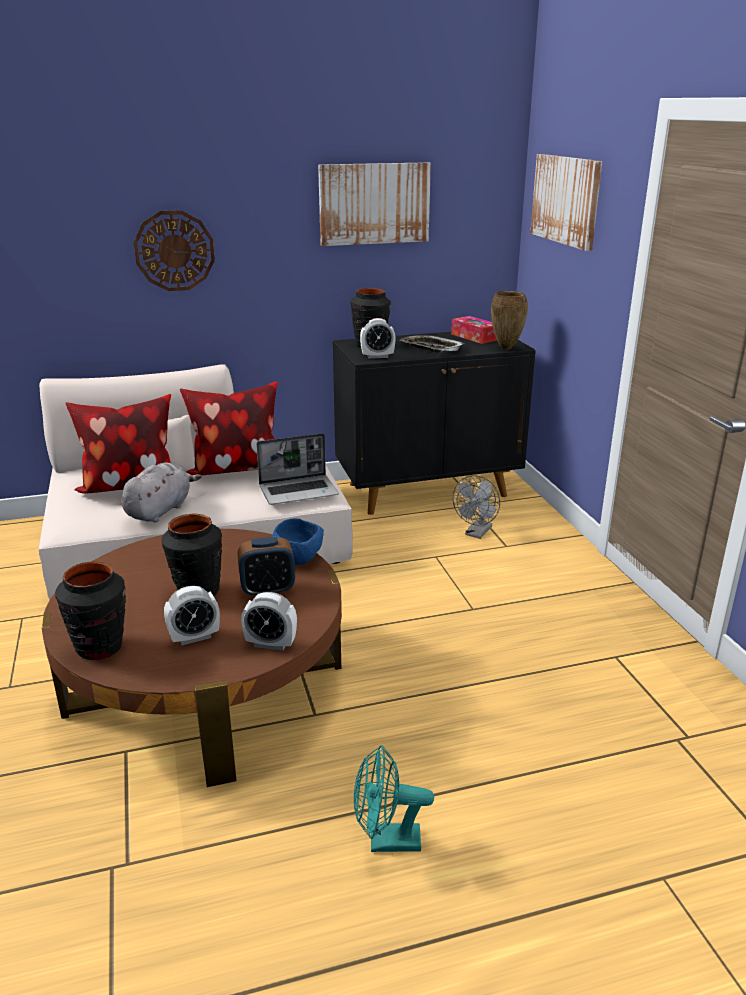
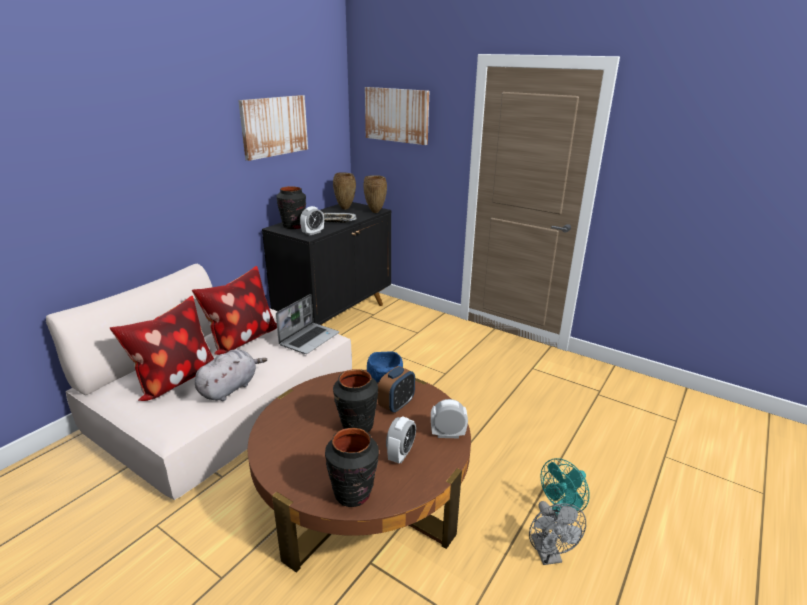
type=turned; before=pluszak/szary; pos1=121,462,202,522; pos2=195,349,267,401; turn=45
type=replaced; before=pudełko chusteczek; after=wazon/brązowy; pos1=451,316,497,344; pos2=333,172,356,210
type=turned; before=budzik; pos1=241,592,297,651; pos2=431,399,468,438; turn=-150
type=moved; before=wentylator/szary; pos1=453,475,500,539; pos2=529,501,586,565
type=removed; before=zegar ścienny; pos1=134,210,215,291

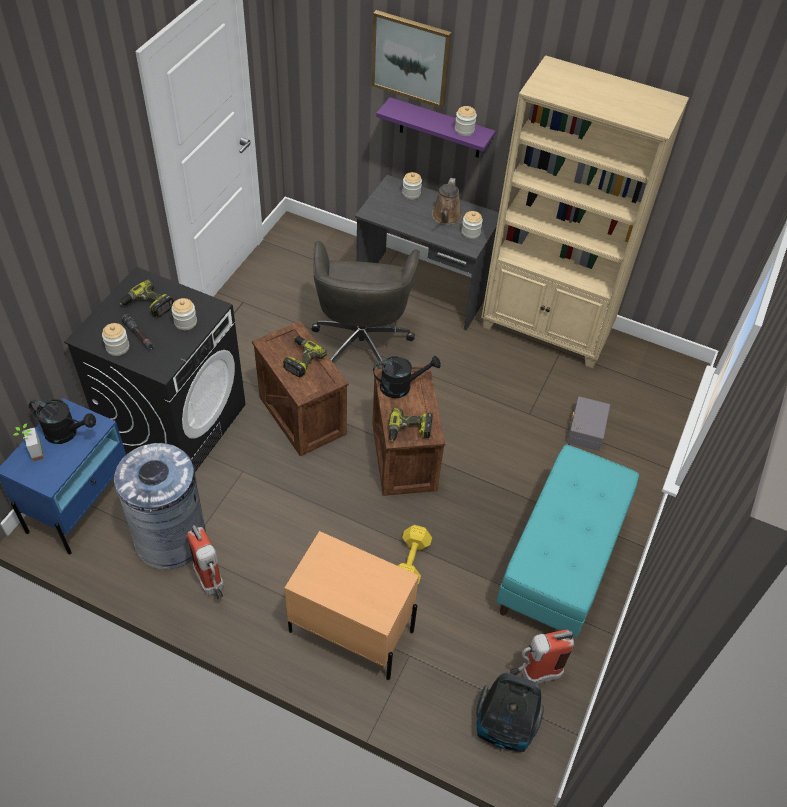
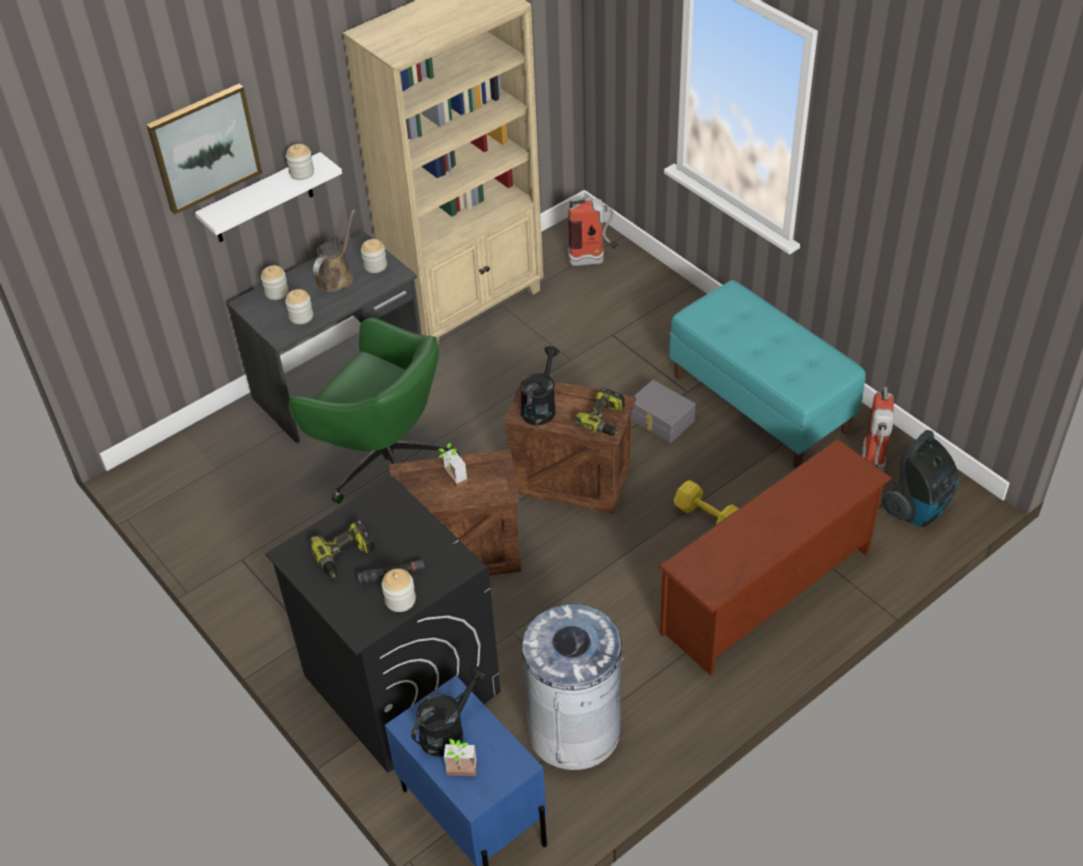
type=recoloured; before=półka/fioletowy; after=półka/biały; pos1=376,97,496,158; pos2=195,152,342,242
type=moved; before=słoik; pos1=171,298,197,330; pos2=285,289,313,324
type=recoloured; before=krzesło biurowe/szary; after=krzesło biurowe/zielony; pos1=311,241,420,366; pos2=289,317,460,504
type=turned; before=konewka/brązowy; pos1=432,178,462,225; pos2=313,209,355,292; turn=-105
type=replaced; before=wiertarka; after=roślina doniczkowa; pos1=283,336,327,378; pos2=438,443,467,488
type=moved; before=gaśnica; pos1=187,525,224,599; pos2=568,196,618,266
type=moved; before=pojemnik do przechowywania/szary; pos1=567,396,610,451; pos2=631,380,696,443
type=replaced; before=szafka nocna/beżowy; after=regał na buty/brązowy; pos1=285,531,419,680; pos2=658,439,892,676

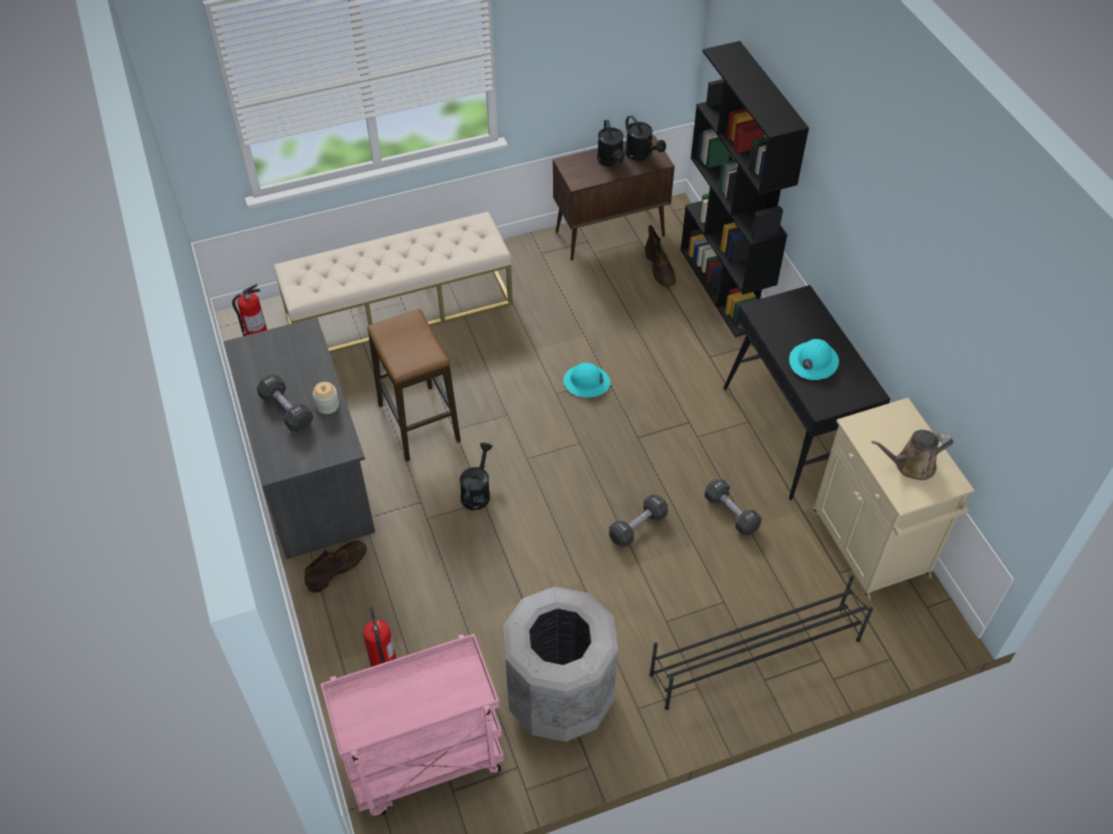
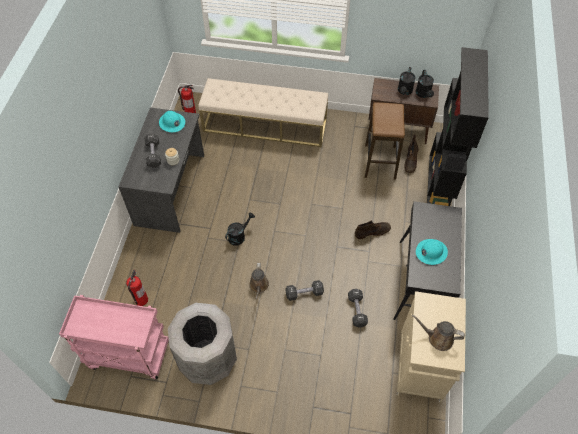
type=moved; before=kask/turkusowy; pos1=563,363,610,397; pos2=159,111,185,132
type=added; after=konewka/brązowy; pos2=249,263,269,299
type=moved; before=but z cholewką/brązowy; pos1=304,540,367,593; pos2=355,220,391,239
type=moved; before=stołek; pos1=367,309,461,462; pos2=365,103,405,180
type=removed; before=regał na buty/czarny; pos1=649,576,873,710

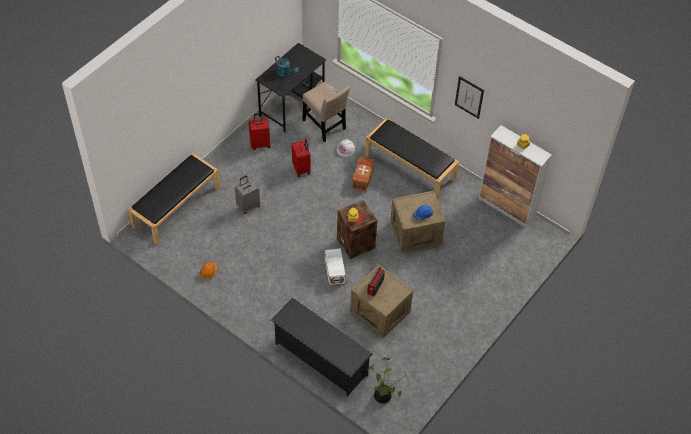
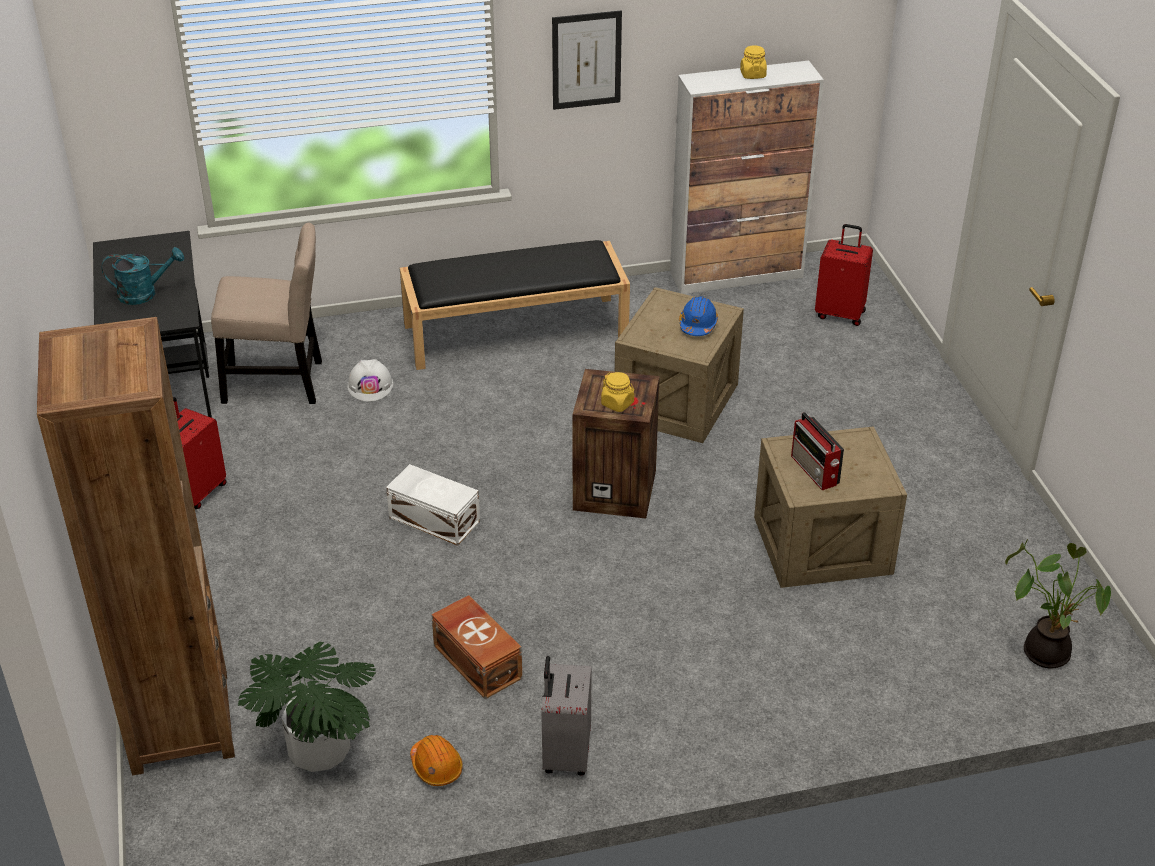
type=replaced; before=ławka/czarny; after=regał/brązowy; pos1=128,153,220,245; pos2=37,317,235,776
type=added; after=roślina doniczkowa; pos2=238,642,376,772
type=moved; before=pojemnik do przechowywania/biały; pos1=325,248,345,285; pos2=386,464,480,546
type=moved; before=pojemnik do przechowywania/brązowy; pos1=352,157,374,192; pos2=431,595,522,699
type=moved; before=walizka/szary; pos1=235,176,260,214; pos2=541,656,592,775
type=moved; before=walizka/czerwony; pos1=292,139,310,177; pos2=815,224,873,326
type=removed; before=regał na buty/czarny; pos1=271,298,372,397

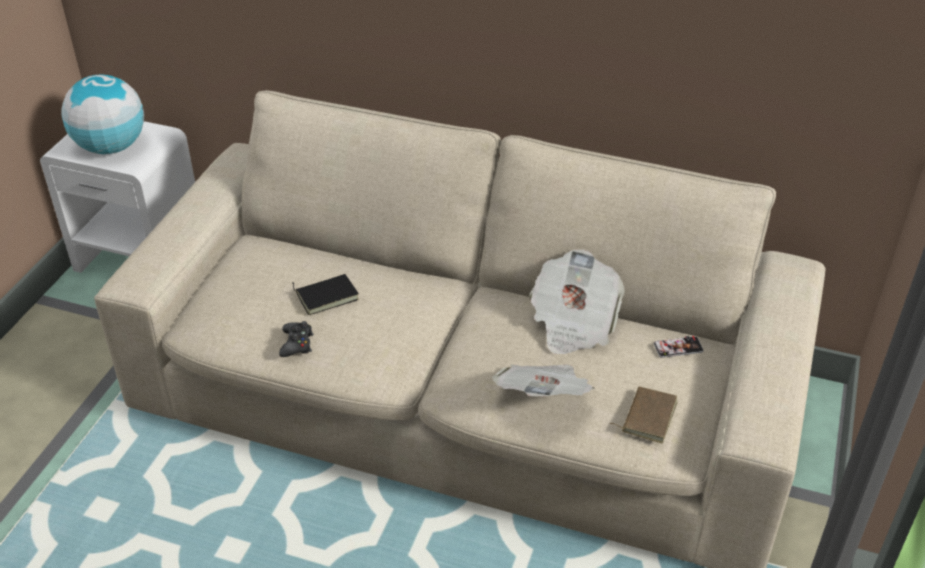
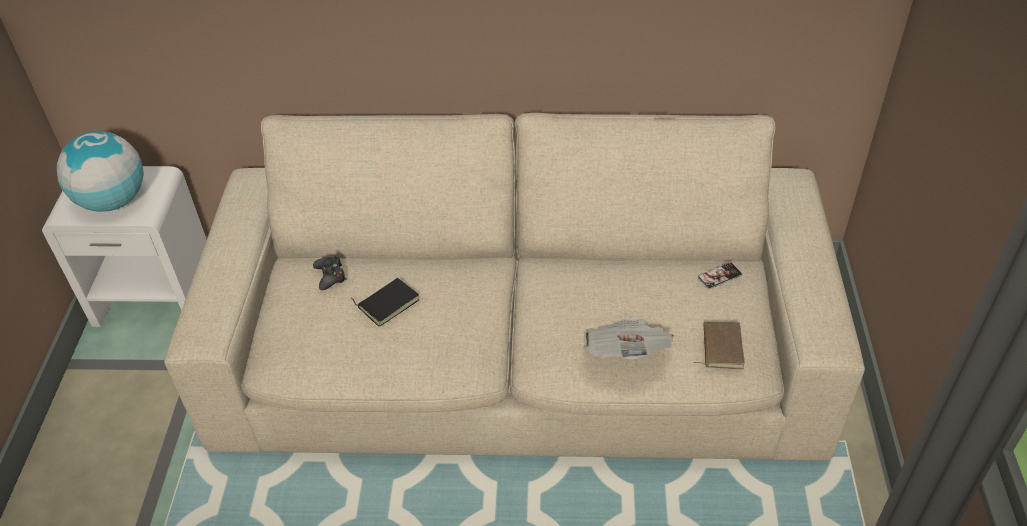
type=moved; before=pad do gier/czarny; pos1=279,321,313,357; pos2=313,255,346,290
type=removed; before=gazeta; pos1=530,249,625,354

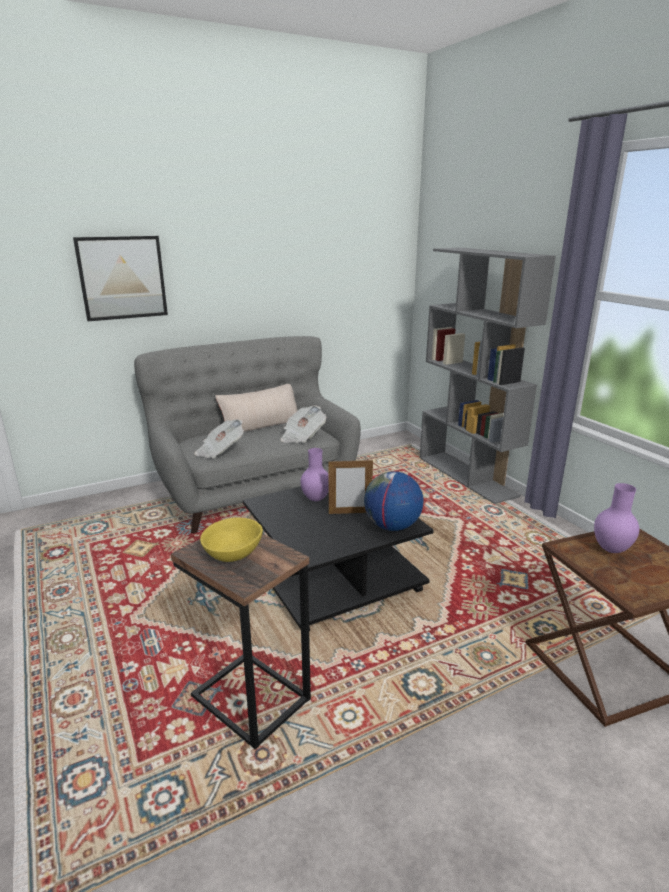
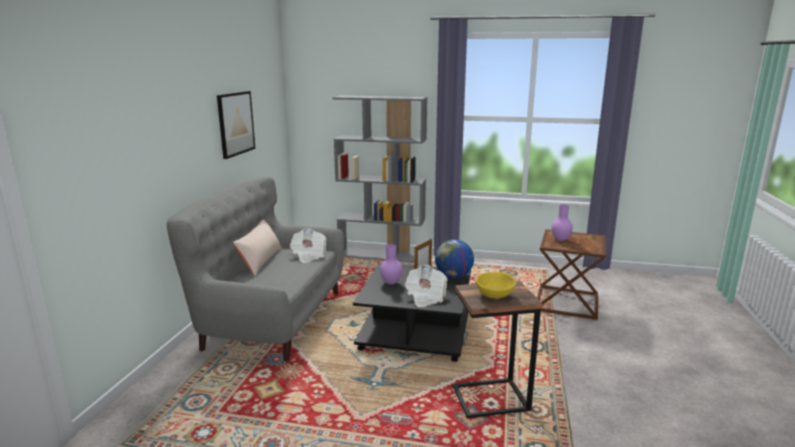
type=moved; before=obraz; pos1=73,236,168,321; pos2=217,91,255,159
type=moved; before=gazeta; pos1=195,419,244,459; pos2=405,265,448,307

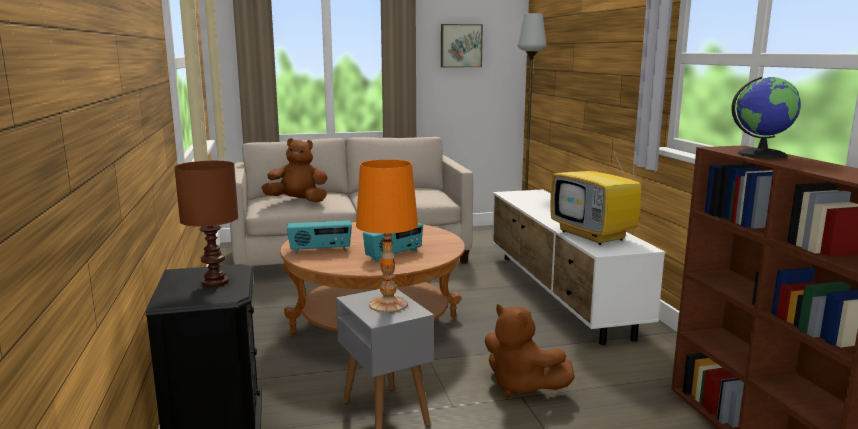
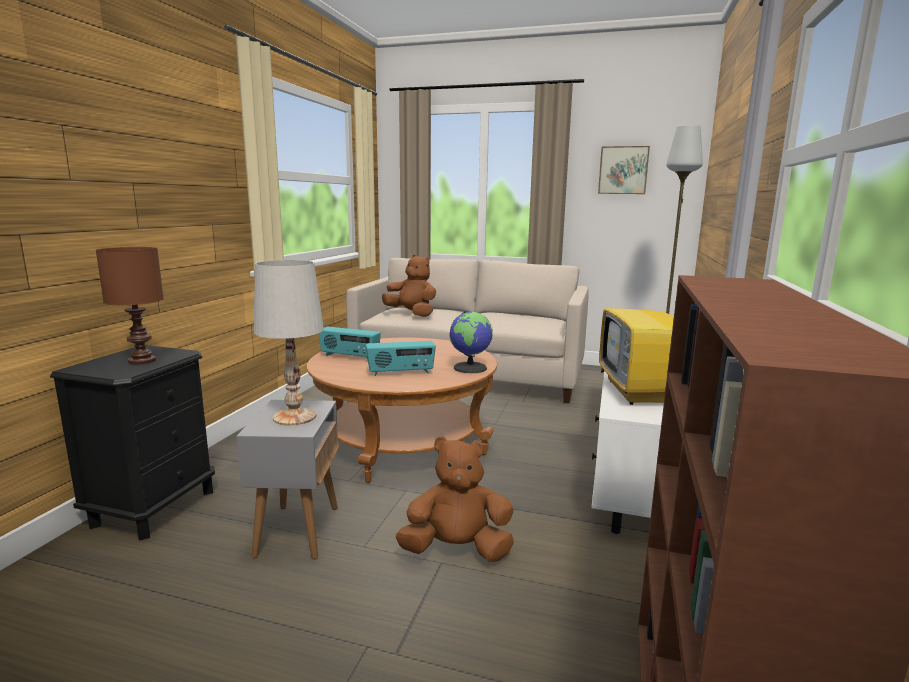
type=recoloured; before=lampa stołowa/pomarańczowy; after=lampa stołowa/biały; pos1=356,159,418,313; pos2=254,260,324,425
type=turned; before=pluszak/brązowy; pos1=485,304,575,397; pos2=395,436,514,562; turn=105
type=moved; before=globus; pos1=731,77,801,158; pos2=449,311,493,373

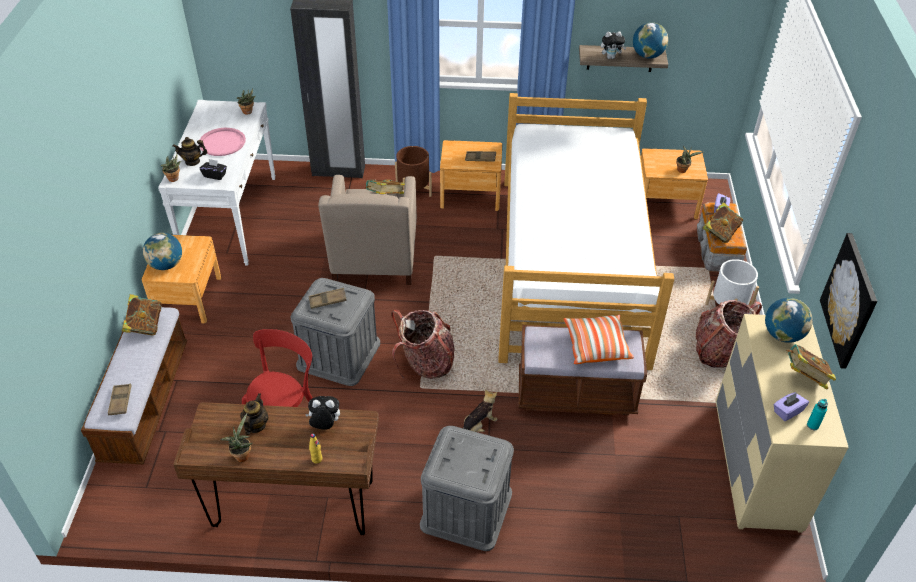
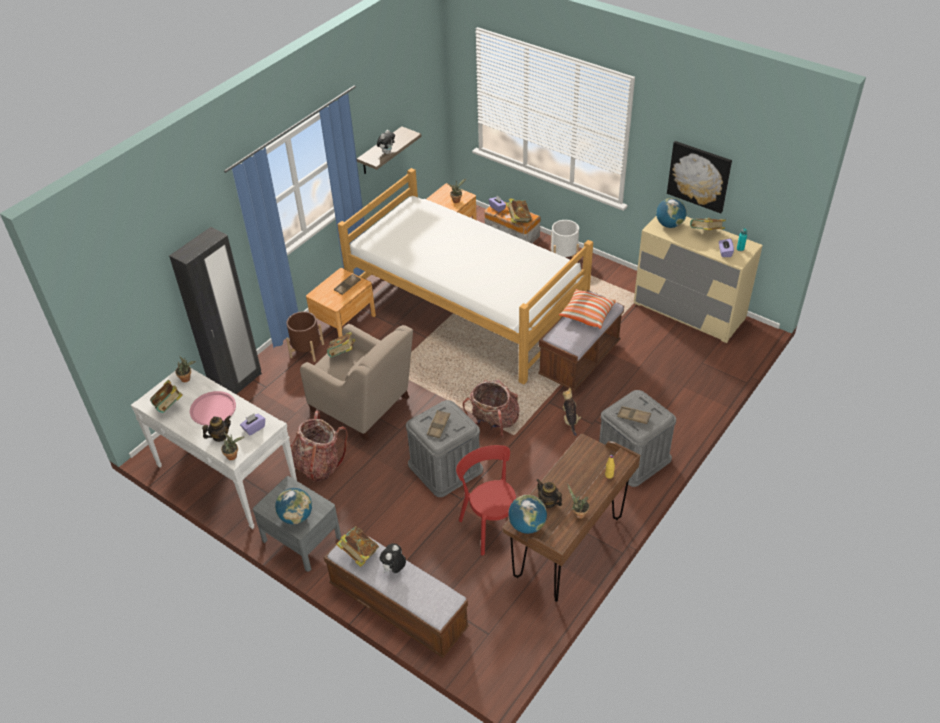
type=added; after=książka; pos2=150,380,183,413
type=turned; before=imbryk; pos1=172,137,208,166; pos2=202,415,231,442; turn=-150
type=recoloured; before=pudełko chusteczek/czarny; after=pudełko chusteczek/fioletowy; pos1=200,159,227,180; pos2=240,414,265,435
type=recoloured; before=szafka nocna/brązowy; after=szafka nocna/szary; pos1=141,235,221,324; pos2=253,476,341,572
type=moved; before=plecak; pos1=696,300,762,368; pos2=290,411,348,482
type=moved; before=pluszak; pos1=305,396,340,429; pos2=380,543,406,573
type=moved; before=globus; pos1=633,22,668,59; pos2=508,495,547,534
type=moved; before=taca/brązowy; pos1=108,384,132,416; pos2=617,406,651,424

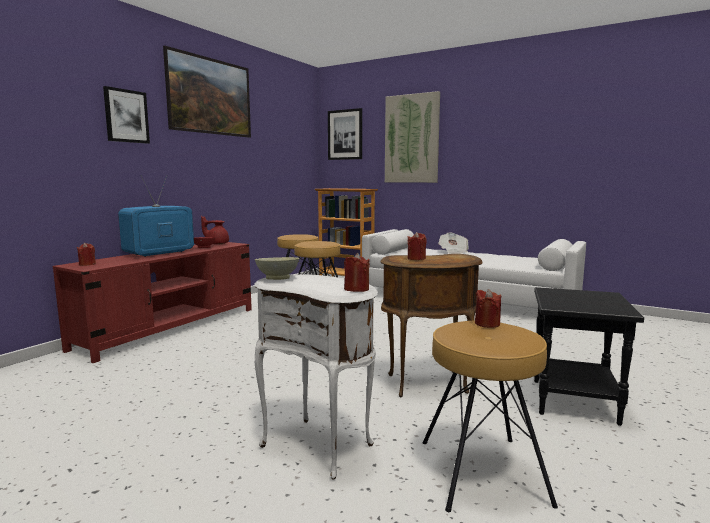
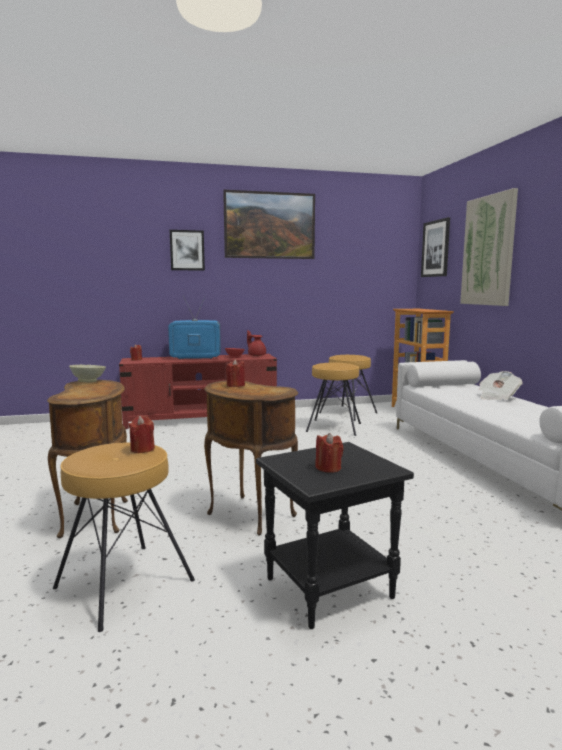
type=recoloured; before=stolik/biały; after=stolik/brązowy; pos1=254,274,378,480; pos2=47,380,128,538
type=moved; before=świeca/czerwony; pos1=344,253,370,292; pos2=315,433,344,473

